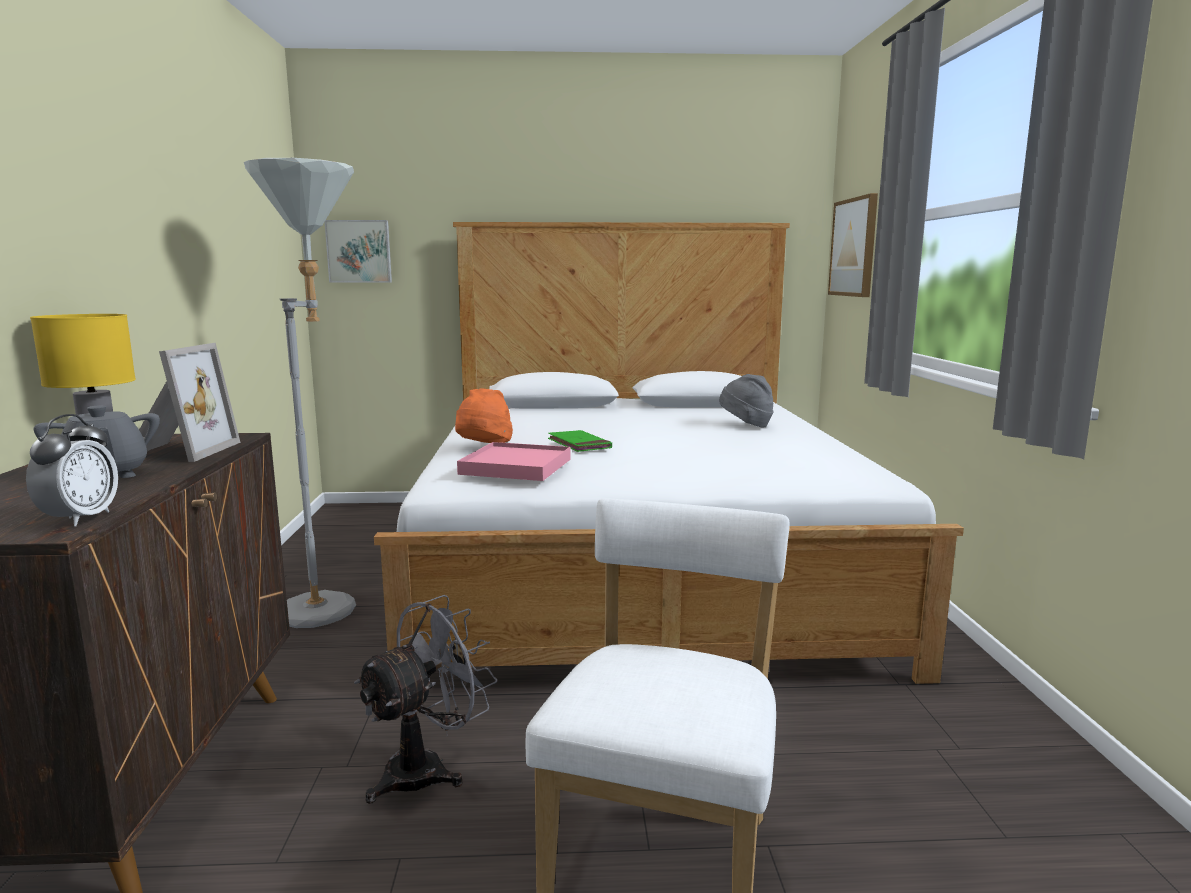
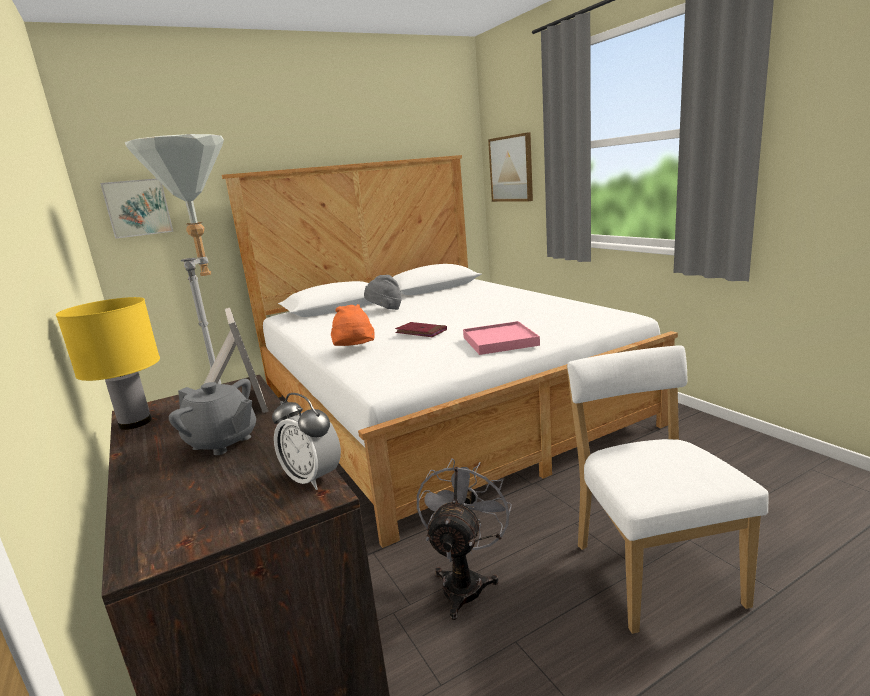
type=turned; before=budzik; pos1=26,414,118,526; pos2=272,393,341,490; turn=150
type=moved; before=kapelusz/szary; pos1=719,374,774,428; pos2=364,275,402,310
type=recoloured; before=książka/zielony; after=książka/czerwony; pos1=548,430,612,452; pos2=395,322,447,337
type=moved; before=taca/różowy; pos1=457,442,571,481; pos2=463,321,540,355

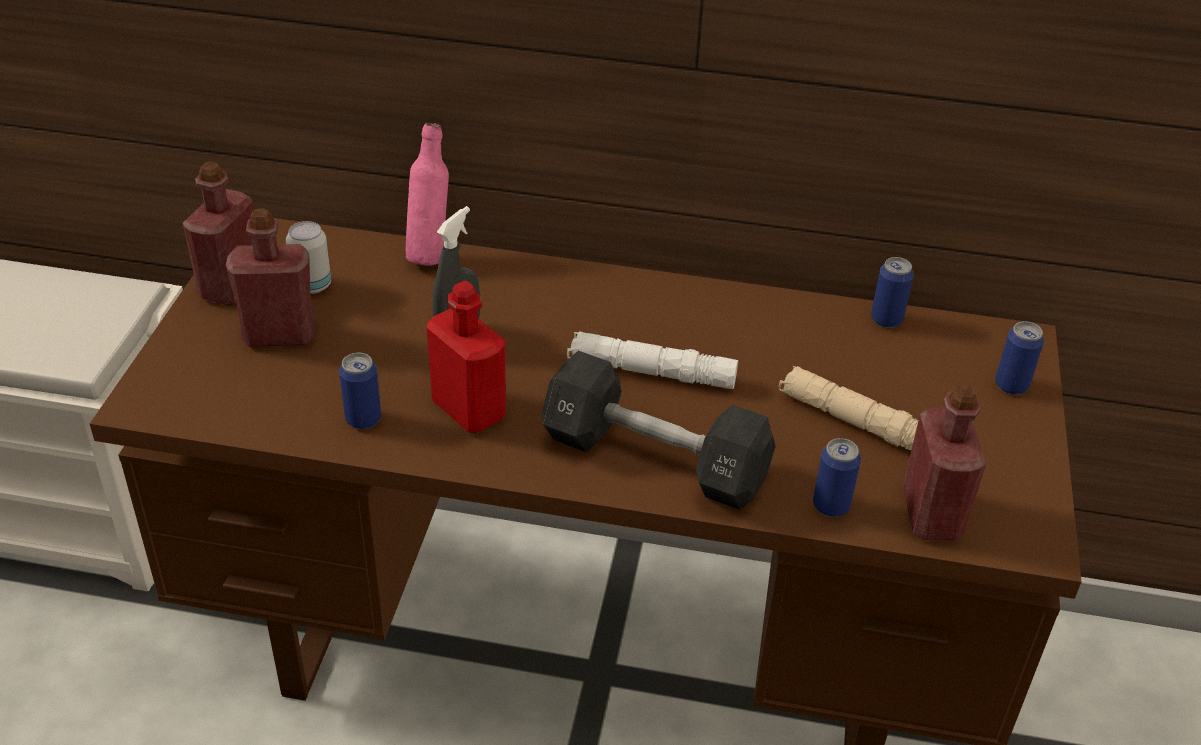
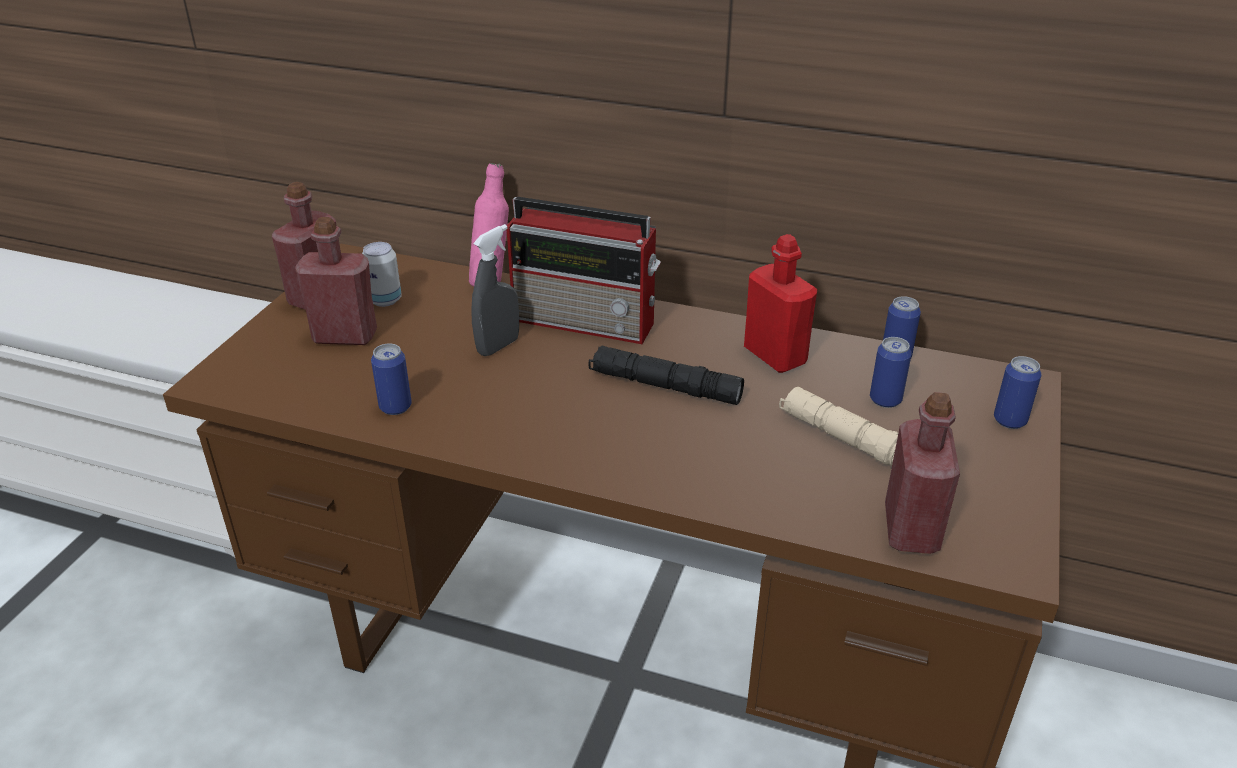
type=added; after=radio; pos2=507,197,661,344
type=recoloured; before=latarka/biały; after=latarka/czarny; pos1=567,331,738,389; pos2=588,346,744,405
type=moved; before=butelka/czerwony; pos1=427,281,506,433; pos2=744,234,817,373
type=moved; before=puszka; pos1=813,438,861,517; pos2=870,337,912,408
type=removed; before=hantel/czarny; pos1=542,351,776,510

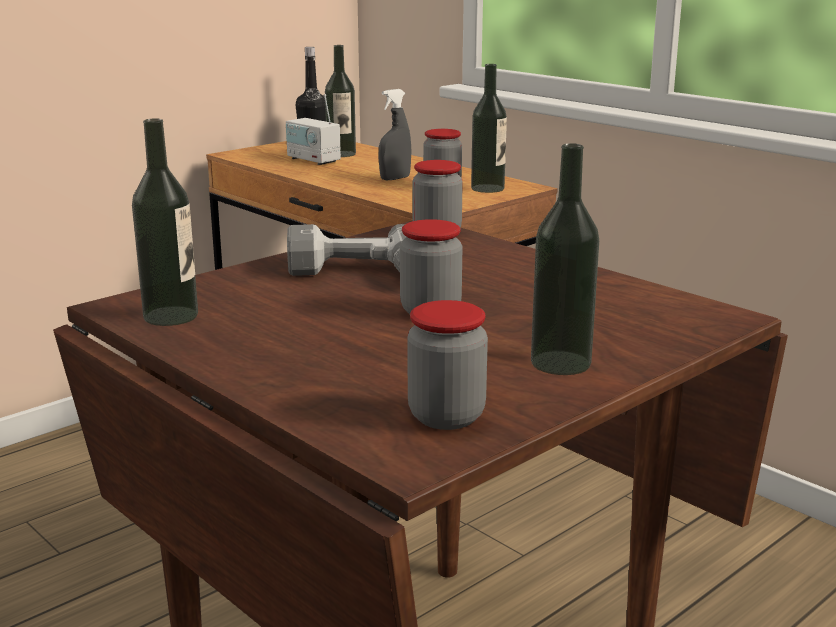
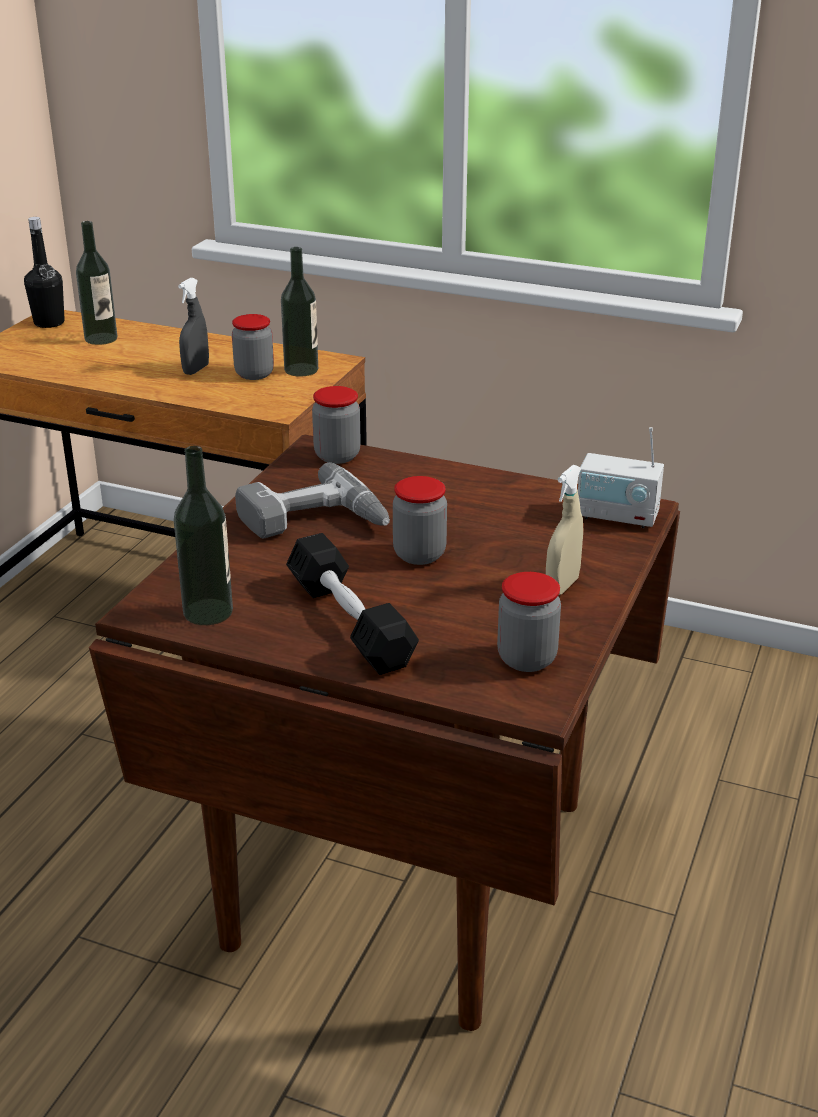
type=added; after=hantel/czarny; pos2=286,533,419,675
type=replaced; before=butelka; after=spryskiwacz/beżowy; pos1=531,143,599,375; pos2=546,465,583,595
type=moved; before=radio; pos1=286,94,341,165; pos2=578,427,664,528

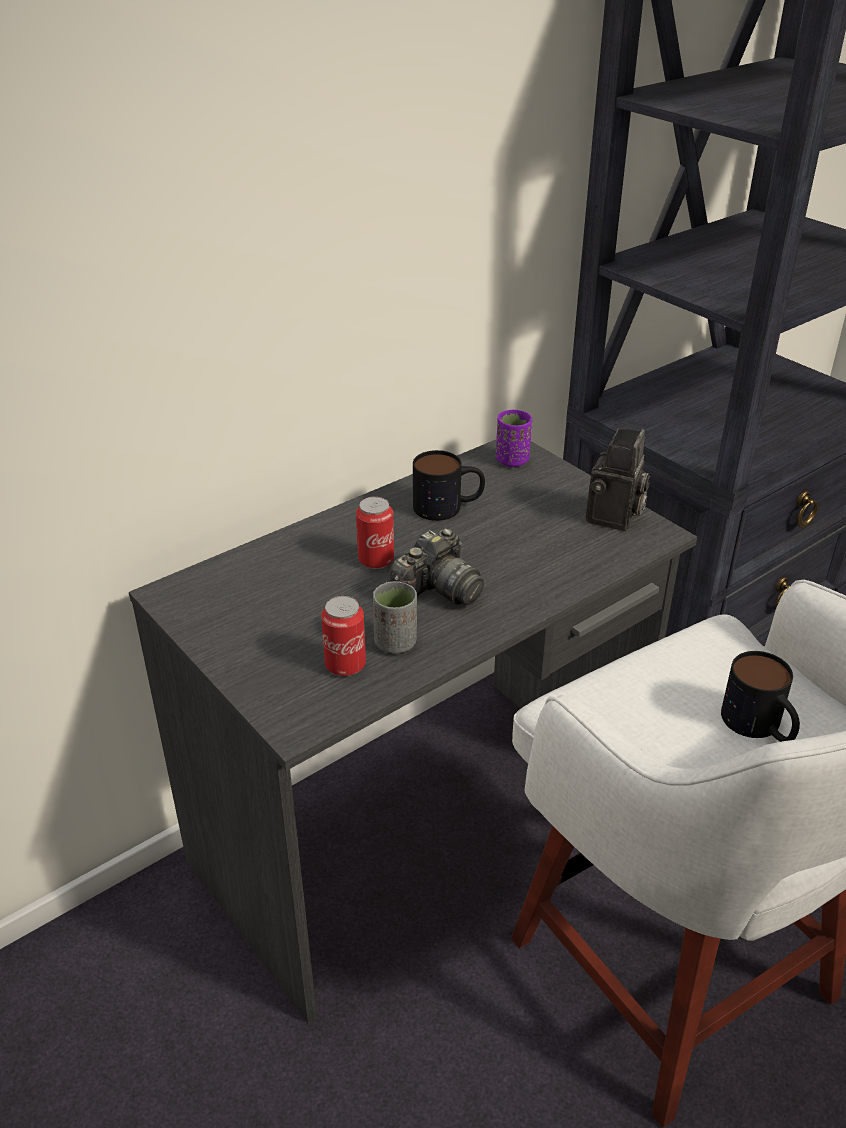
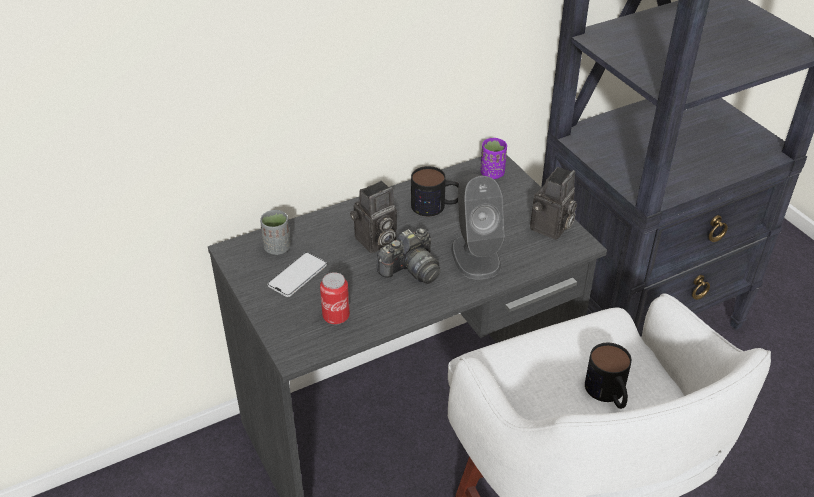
type=moved; before=filiżanka/szary; pos1=373,581,417,653; pos2=260,210,290,255
type=added; after=telefon; pos2=267,252,327,297
type=replaced; before=puszka; after=aparat fotograficzny; pos1=356,496,394,569; pos2=350,181,397,253
type=added; after=głośnik/szary; pos2=451,174,504,280

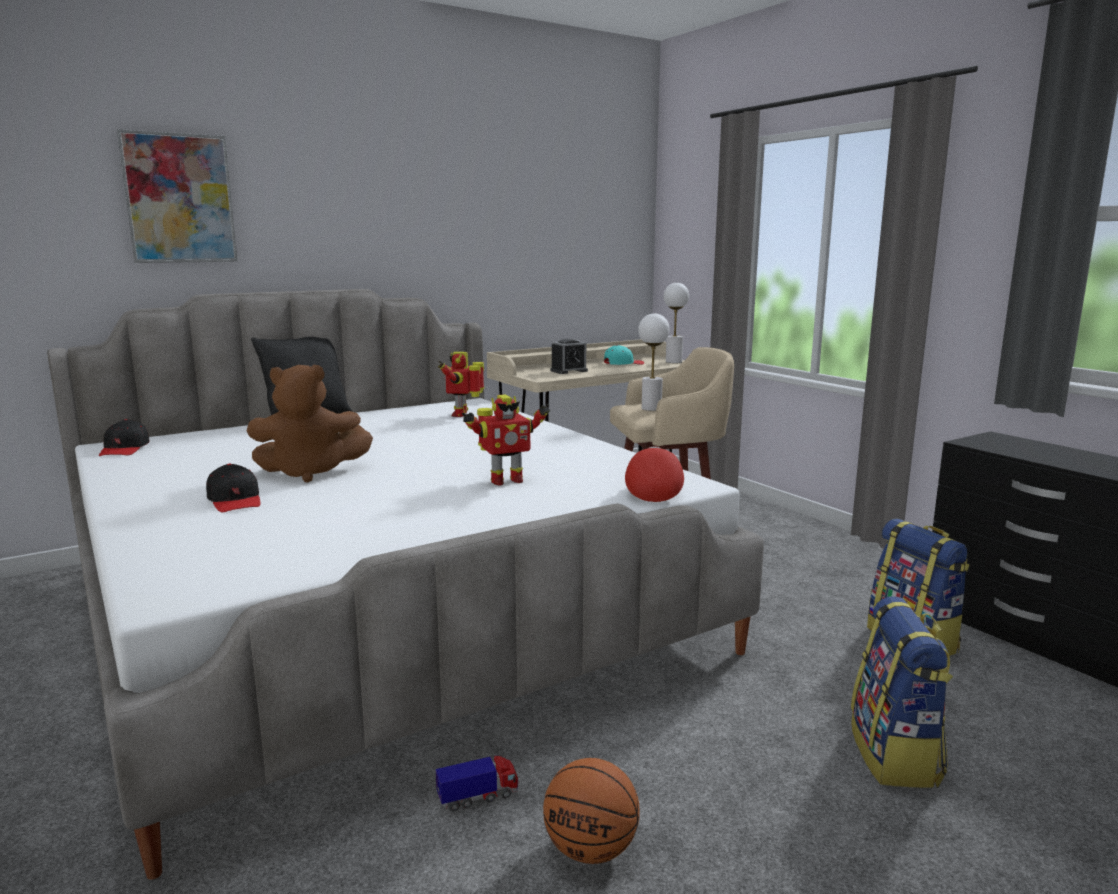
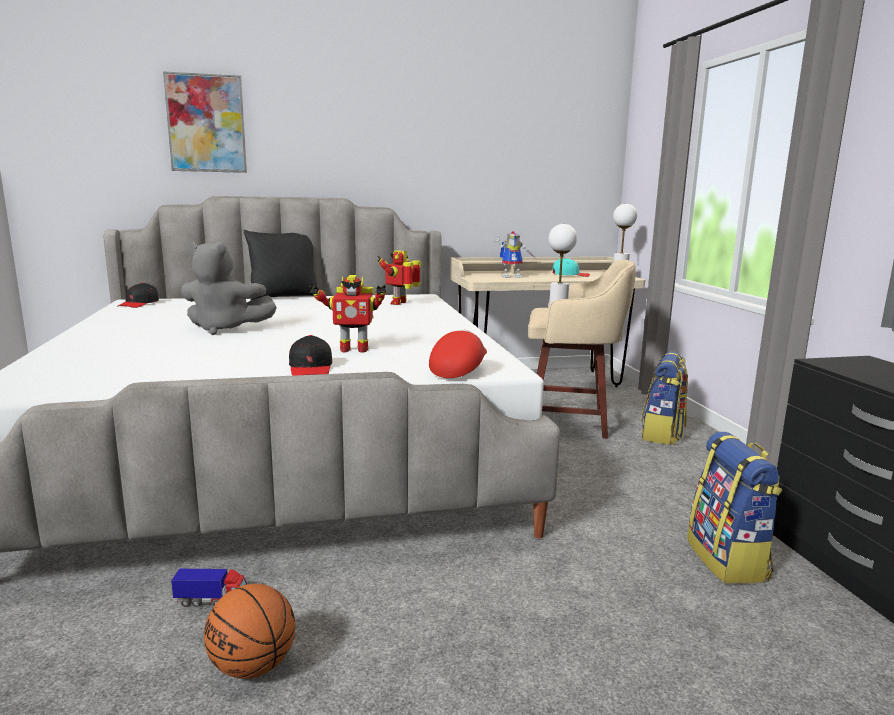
type=recoloured; before=pluszak/brązowy; after=pluszak/szary; pos1=247,365,373,483; pos2=181,241,277,335
type=moved; before=czapka z daszkiem/czarny; pos1=206,463,261,512; pos2=289,335,332,376
type=replaced; before=budzik; after=robot zabawkowy; pos1=550,339,588,374; pos2=492,231,535,278
type=moved; before=plecak; pos1=851,596,953,788; pos2=641,351,688,445

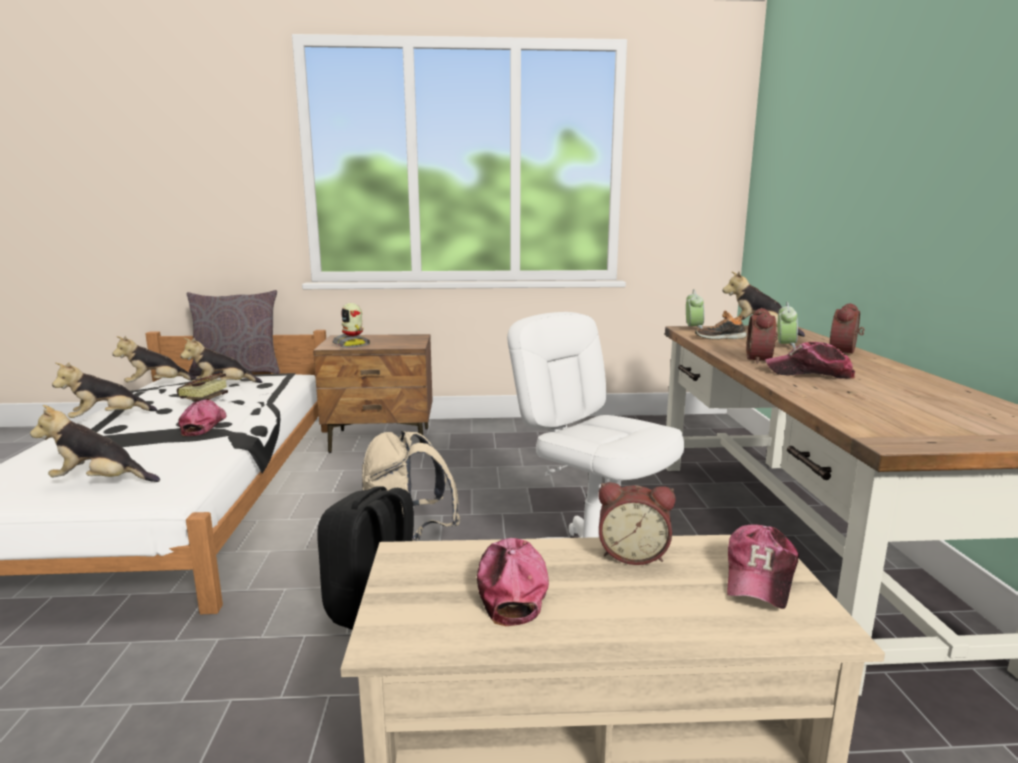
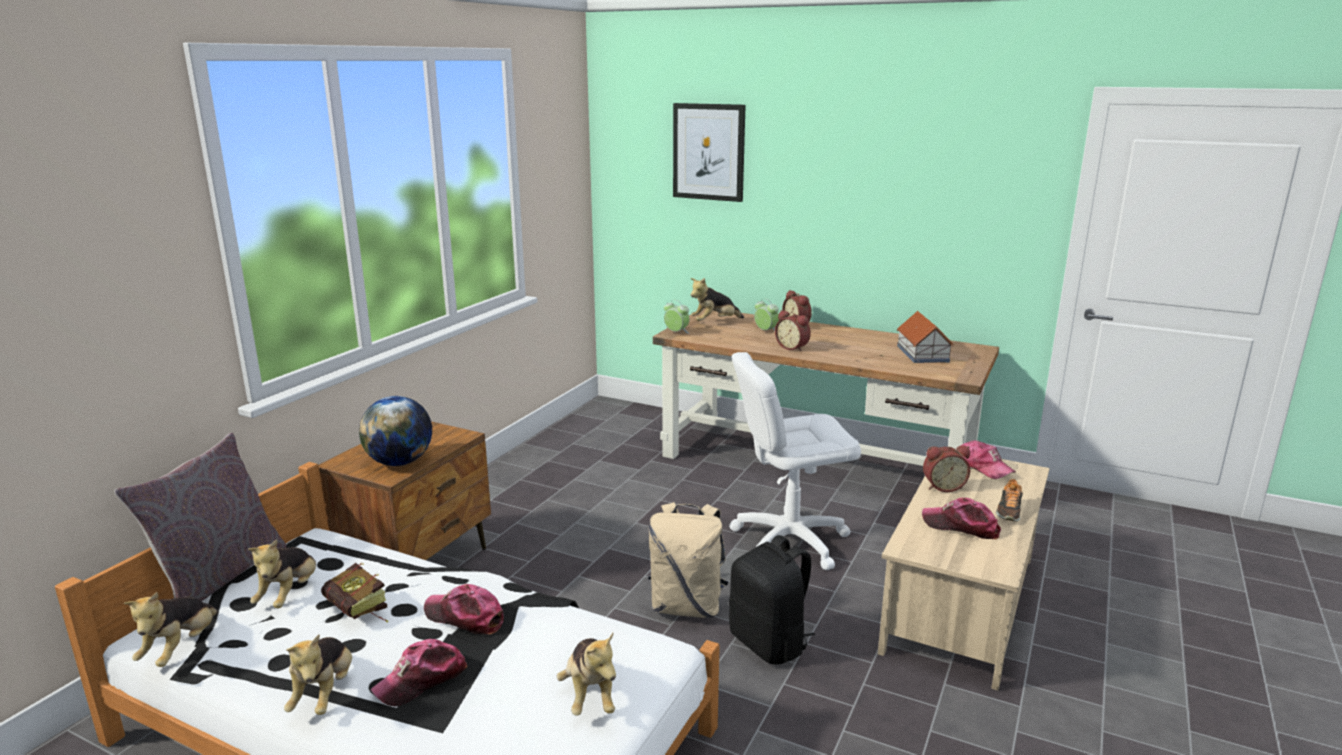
type=replaced; before=robot zabawkowy; after=globus; pos1=332,303,371,348; pos2=359,396,432,466
type=moved; before=czapka z daszkiem; pos1=765,342,855,379; pos2=370,639,467,707
type=turned; before=pluszak; pos1=30,405,160,482; pos2=557,633,616,716; turn=-45
type=added; after=obraz; pos2=673,103,746,202
type=added; after=domek; pos2=897,311,954,363
type=turned; before=budzik; pos1=598,482,675,565; pos2=923,446,970,492; turn=45
type=moved; before=but; pos1=695,311,747,340; pos2=996,479,1023,522

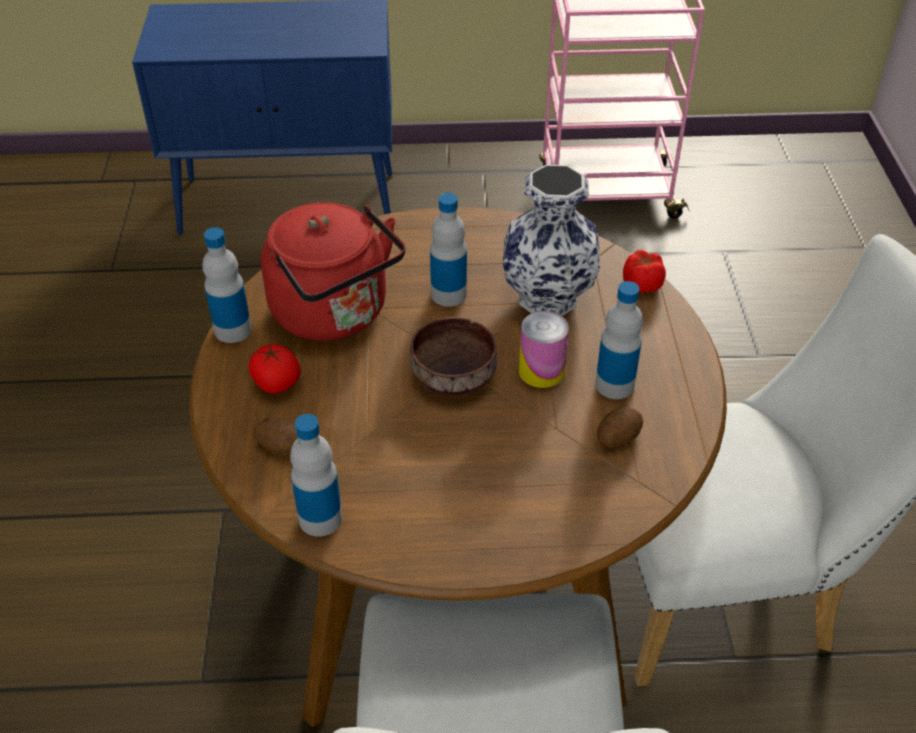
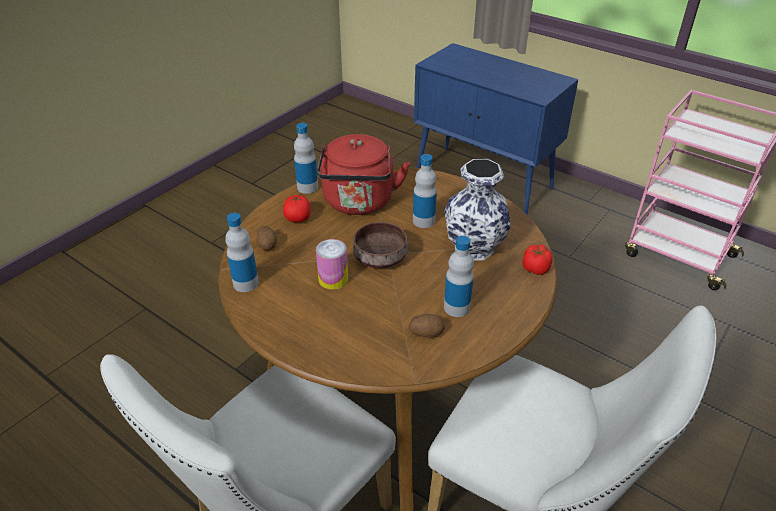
type=moved; before=puszka; pos1=519,311,569,388; pos2=316,239,348,290

